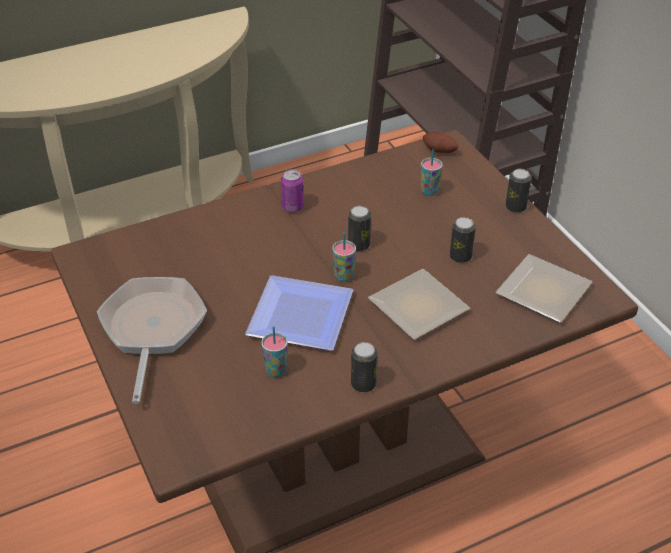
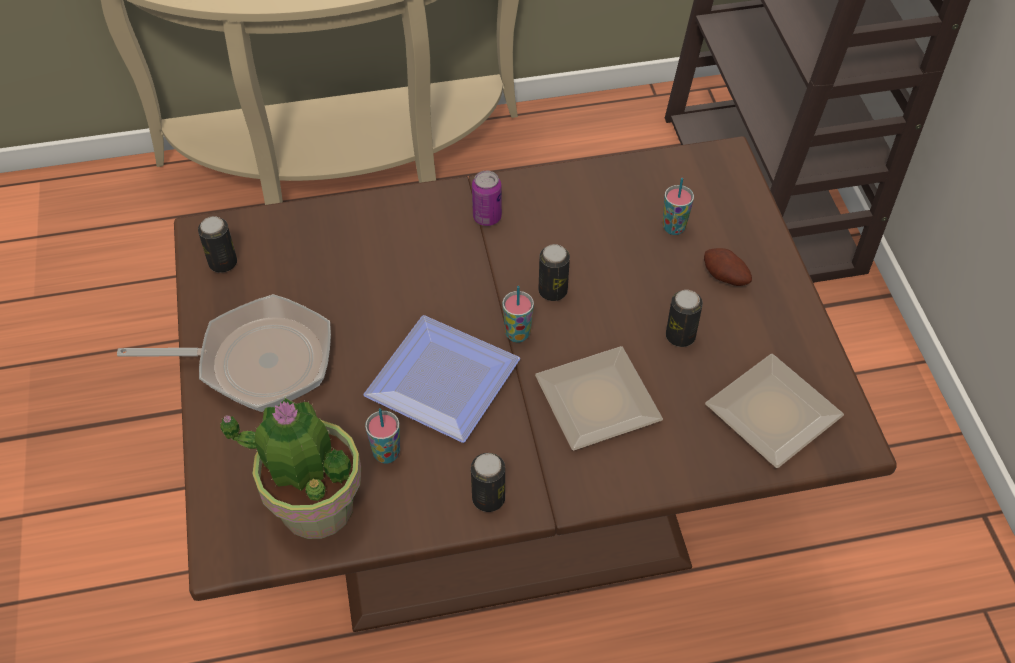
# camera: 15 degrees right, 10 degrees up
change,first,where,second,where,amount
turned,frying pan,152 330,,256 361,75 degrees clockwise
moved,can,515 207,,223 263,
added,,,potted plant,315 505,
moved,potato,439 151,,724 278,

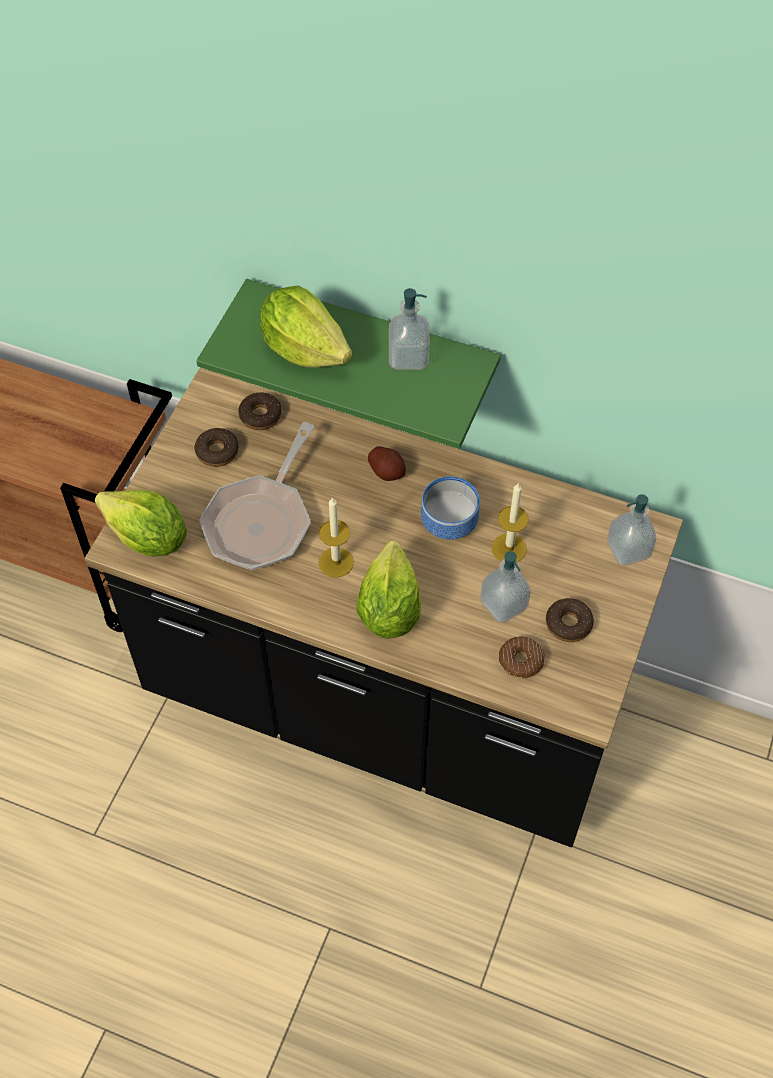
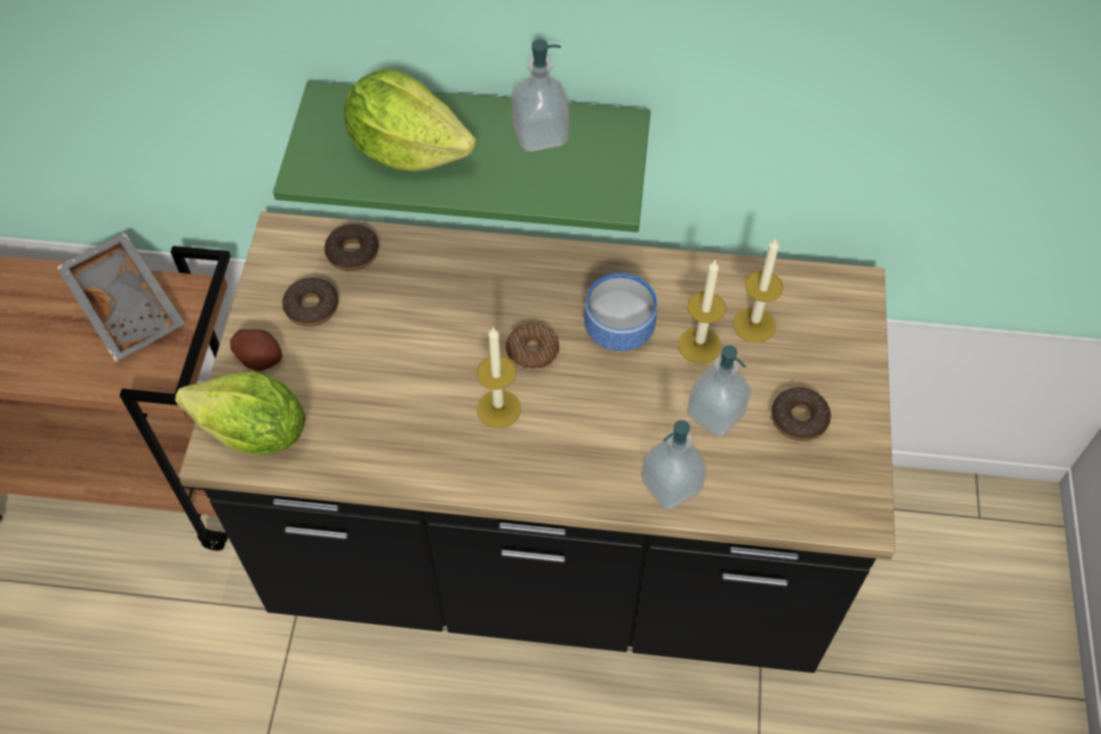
# camera: 15 degrees left, 0 degrees up
change,first,where,second,where,amount
added,,,tray/grey,128 305,
moved,potato,387 471,,260 358,
moved,donut,520 661,,532 352,
moved,soap dispenser,628 549,,671 485,
added,,,candle,754 325,
removed,frying pan,261 521,,,
removed,lettuce,388 609,,,

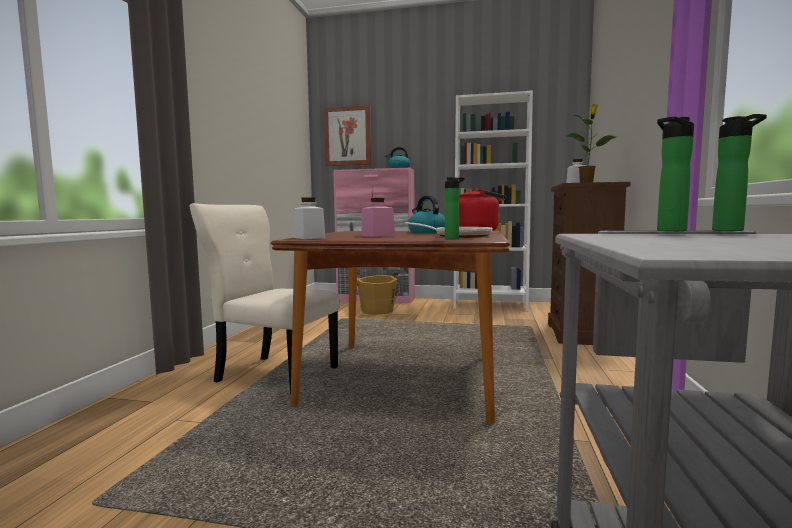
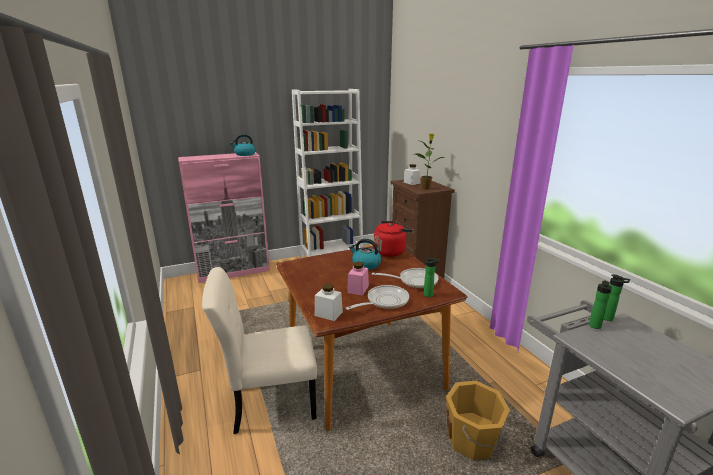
# camera: 35 degrees left, 15 degrees up
change,first,where,second,where,amount
added,,,frying pan,384 301,
moved,bucket/orange,377 311,,472 441,
removed,picture,348 136,,,

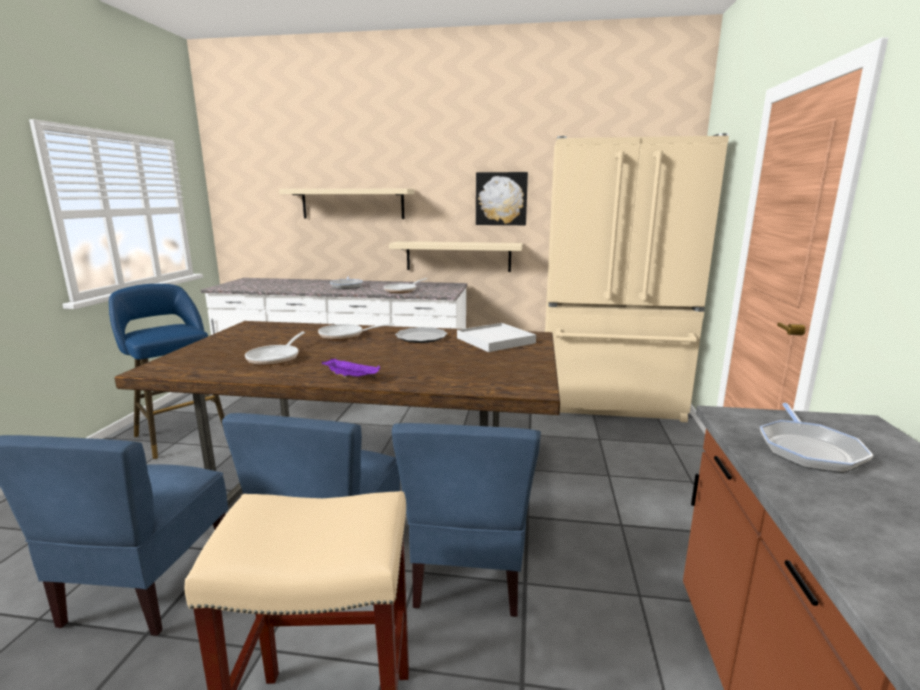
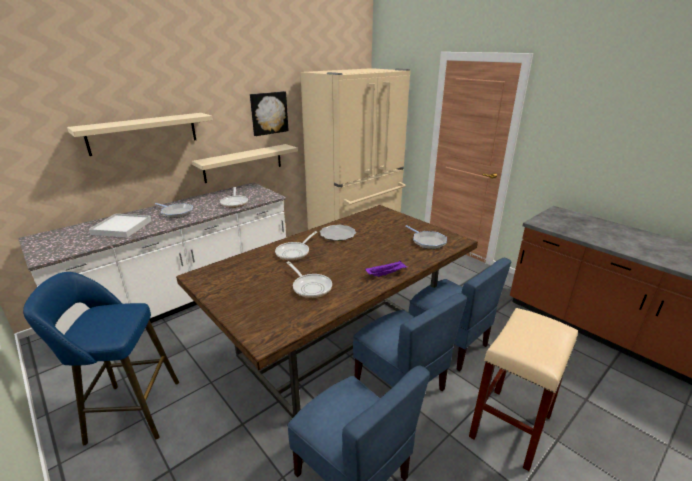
# camera: 50 degrees left, 10 degrees up
change,first,where,second,where,amount
moved,tray/white,495 340,,122 227,
moved,frying pan,808 449,,427 241,

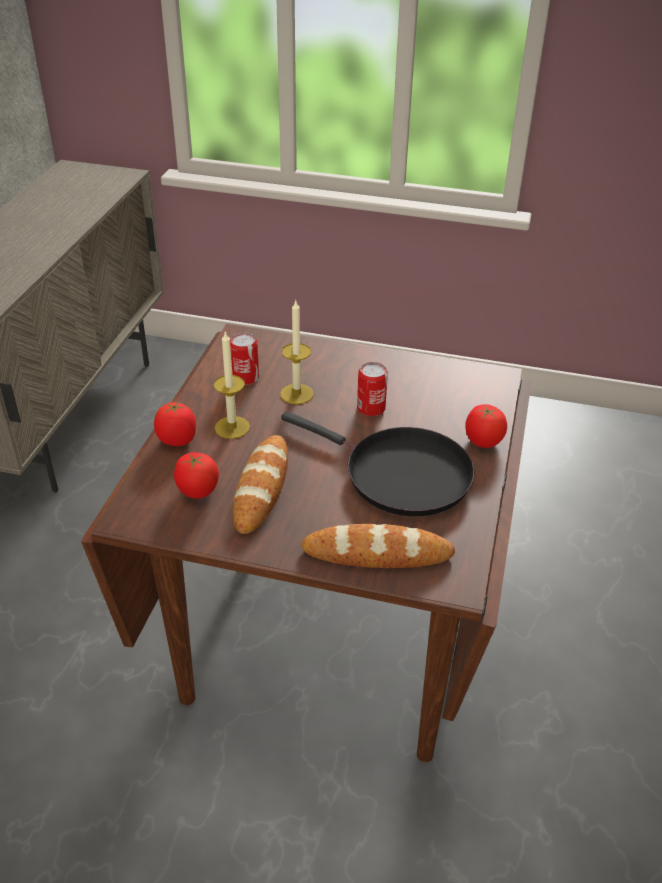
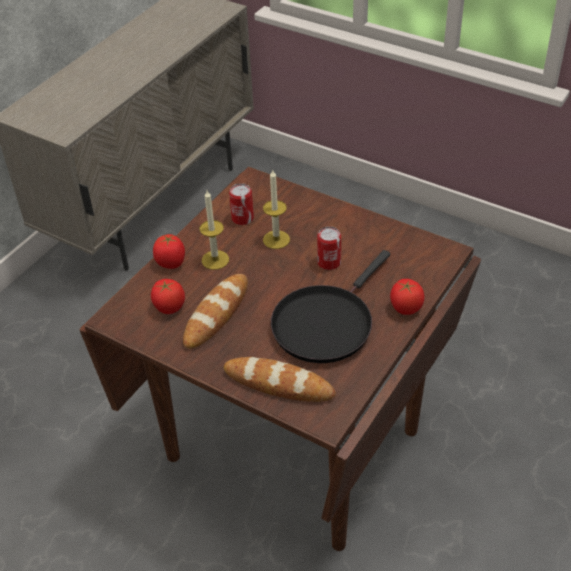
# camera: 20 degrees right, 5 degrees up
change,first,where,second,where,amount
turned,frying pan/black,400 474,,325 323,75 degrees clockwise

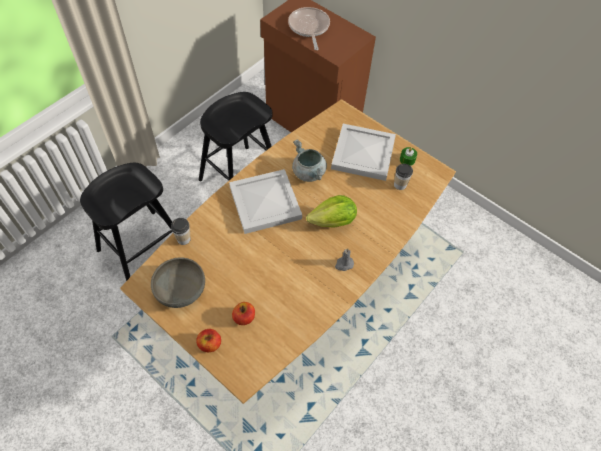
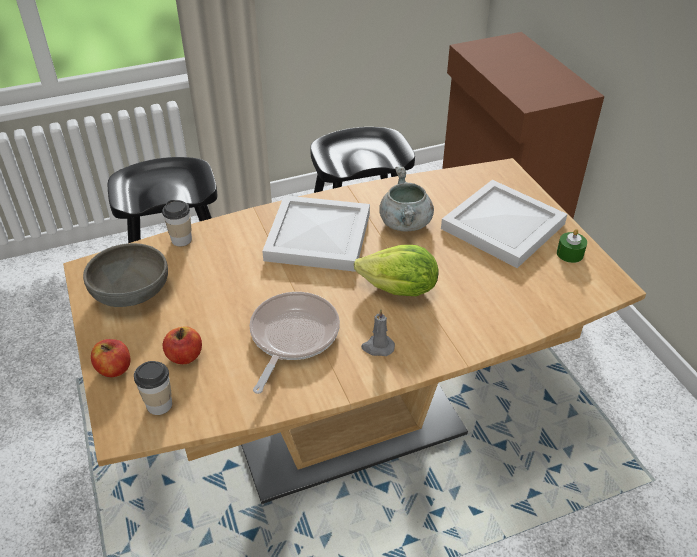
# camera: 30 degrees right, 15 degrees down
change,first,where,second,where,amount
moved,cup,400 185,,159 405,
moved,frying pan,309 28,,292 336,

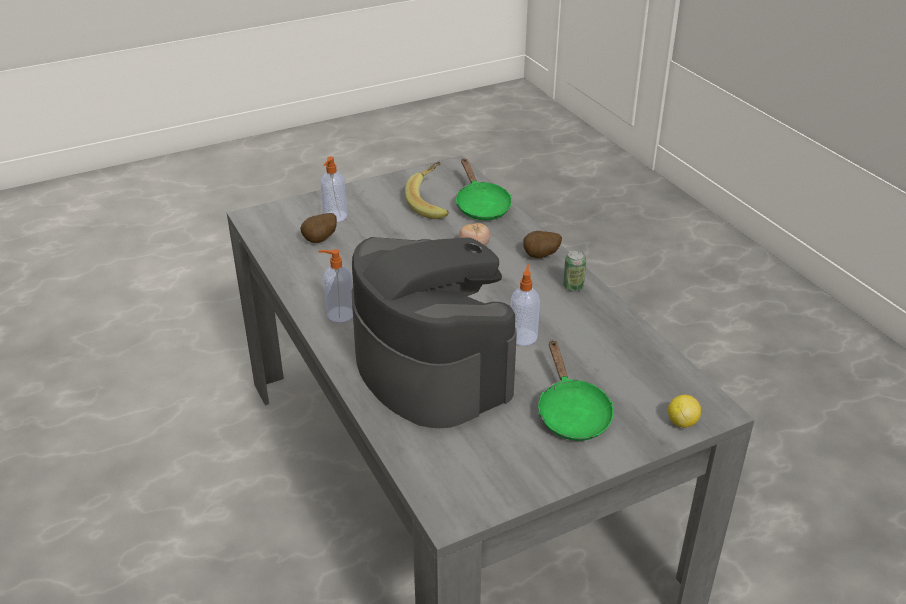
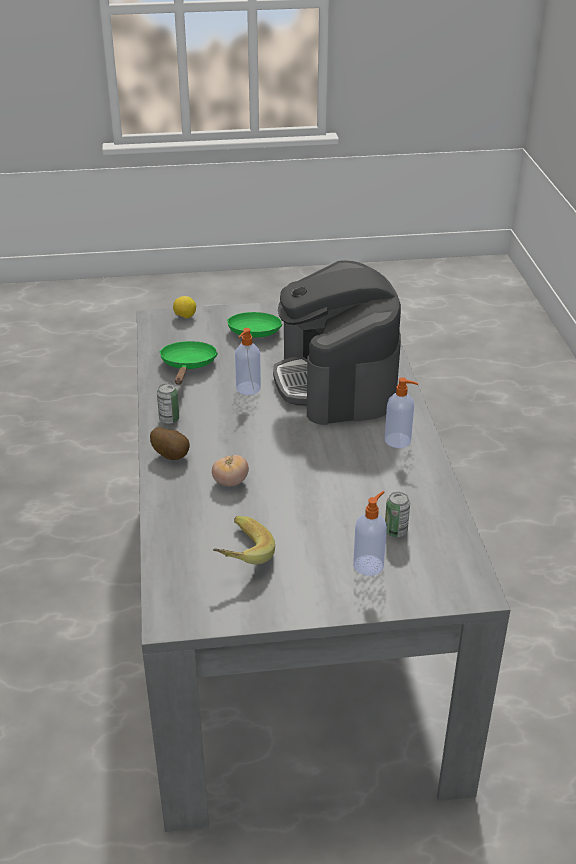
# camera: 160 degrees left, 0 degrees up
change,first,where,second,where,amount
moved,frying pan/green,481 205,,188 366,
replaced,potato,320 240,can,395 531,

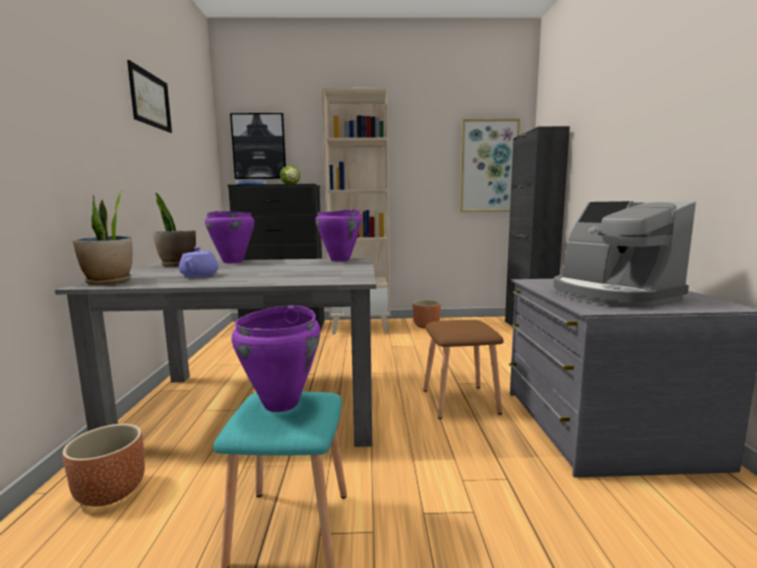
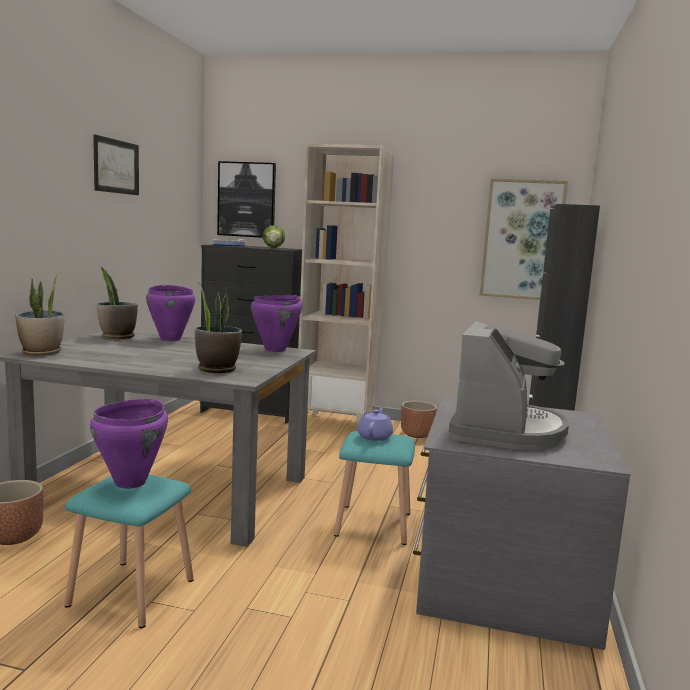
# camera: 15 degrees right, 0 degrees up
change,first,where,second,where,amount
added,,,potted plant,217 369,
recoloured,stool/brown,461 402,stool/turquoise,374 525,
moved,teapot/purple,200 275,,375 436,
turned,coffee machine,611 295,,505 430,150 degrees counterclockwise

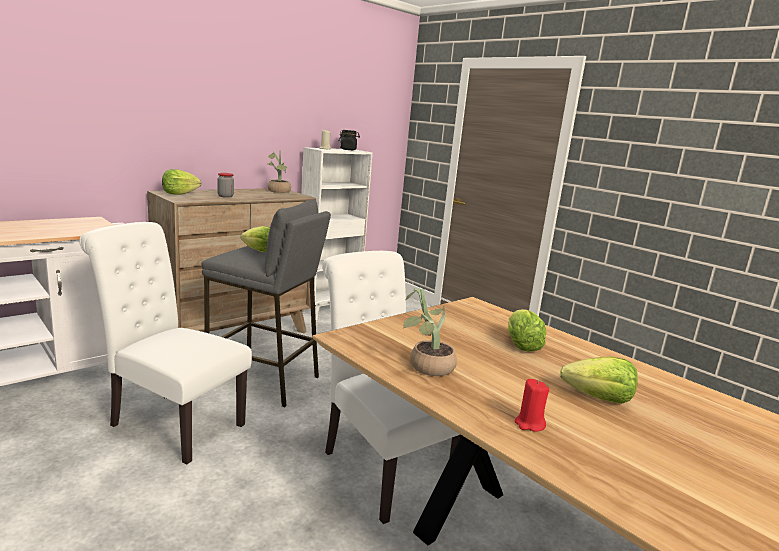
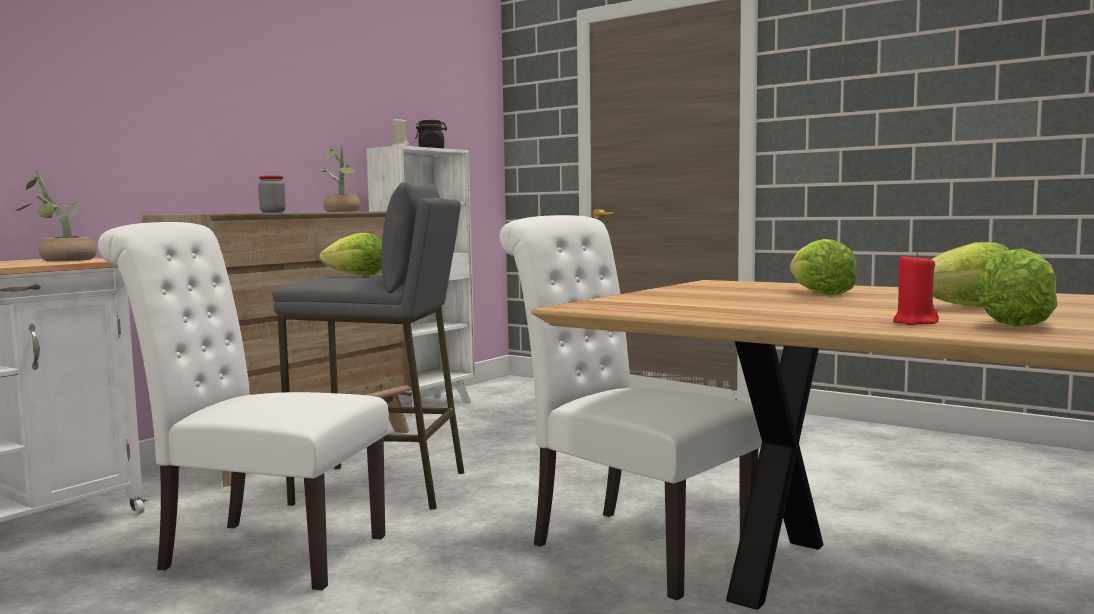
# camera: 10 degrees left, 10 degrees down
change,first,where,second,where,amount
moved,potted plant,426 367,,61 260,
moved,lettuce,179 193,,1016 323,

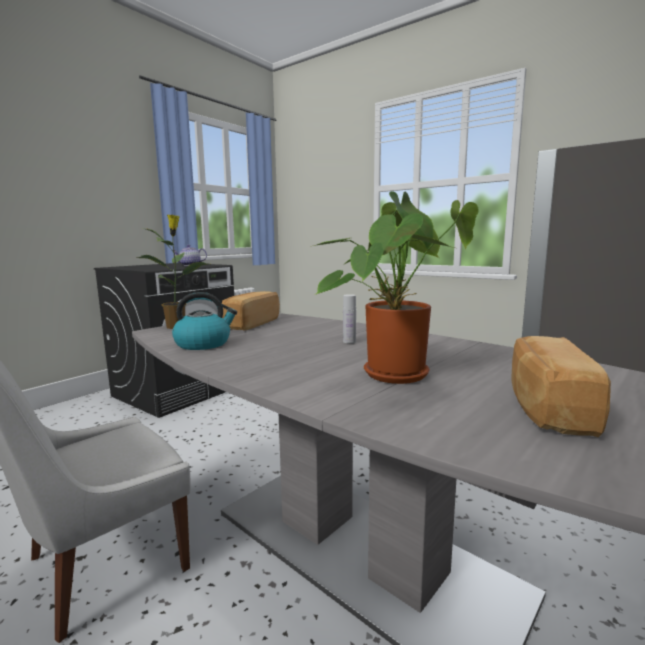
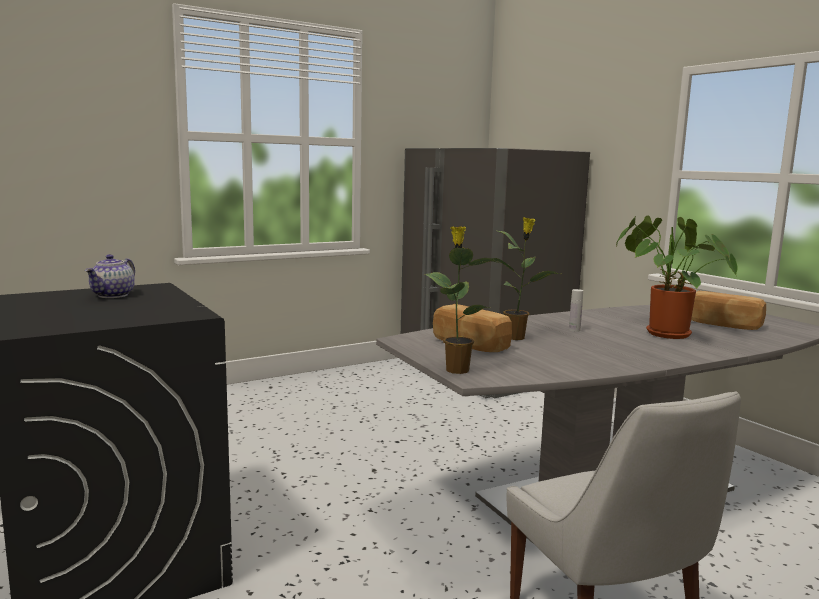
# camera: 70 degrees left, 0 degrees up
change,first,where,second,where,amount
added,,,potted plant,516 337,
removed,kettle,204 344,,,

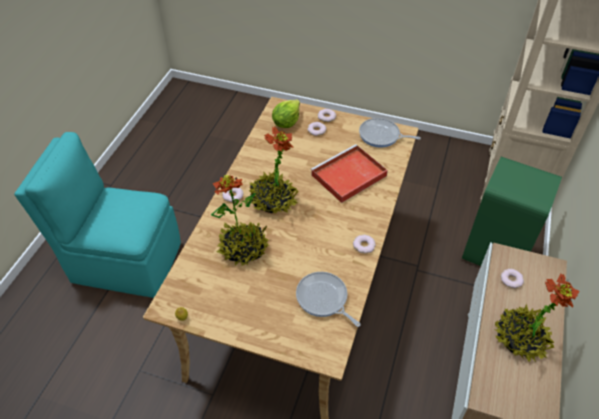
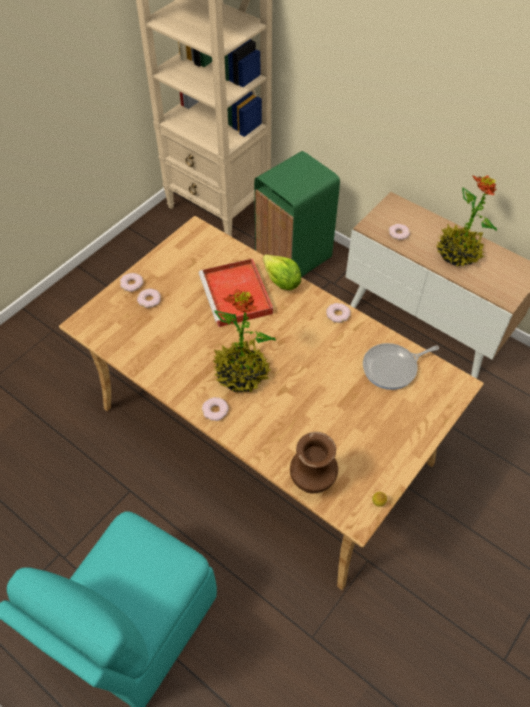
# camera: 70 degrees left, 5 degrees up
change,first,where,second,where,amount
moved,lettuce,286 122,,281 282,
added,,,vase/brown,312 482,
removed,potted plant,243 248,,,
removed,frying pan,381 136,,,

